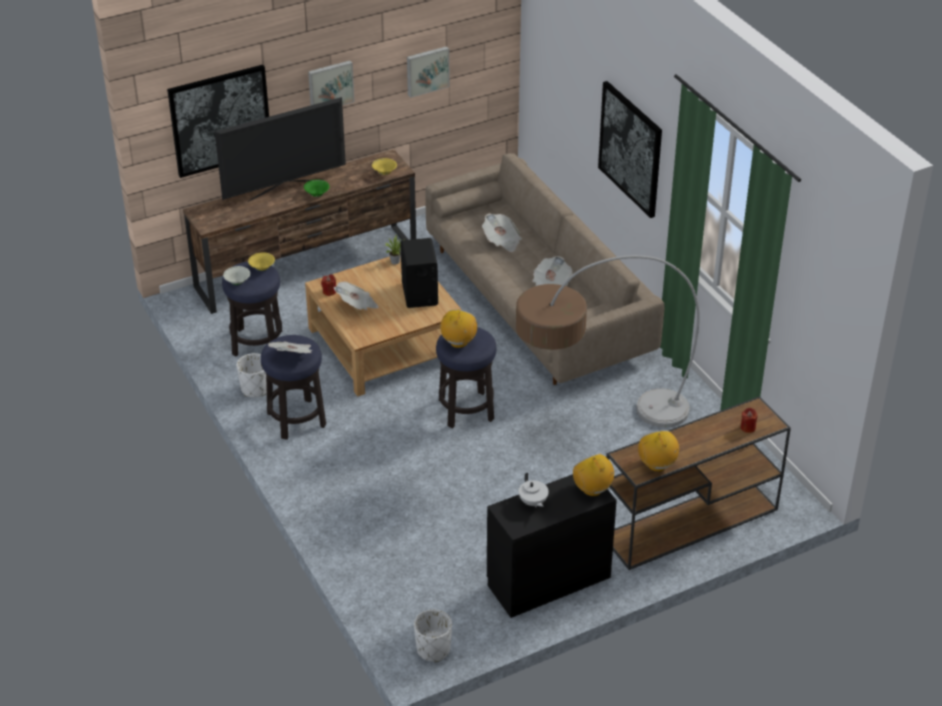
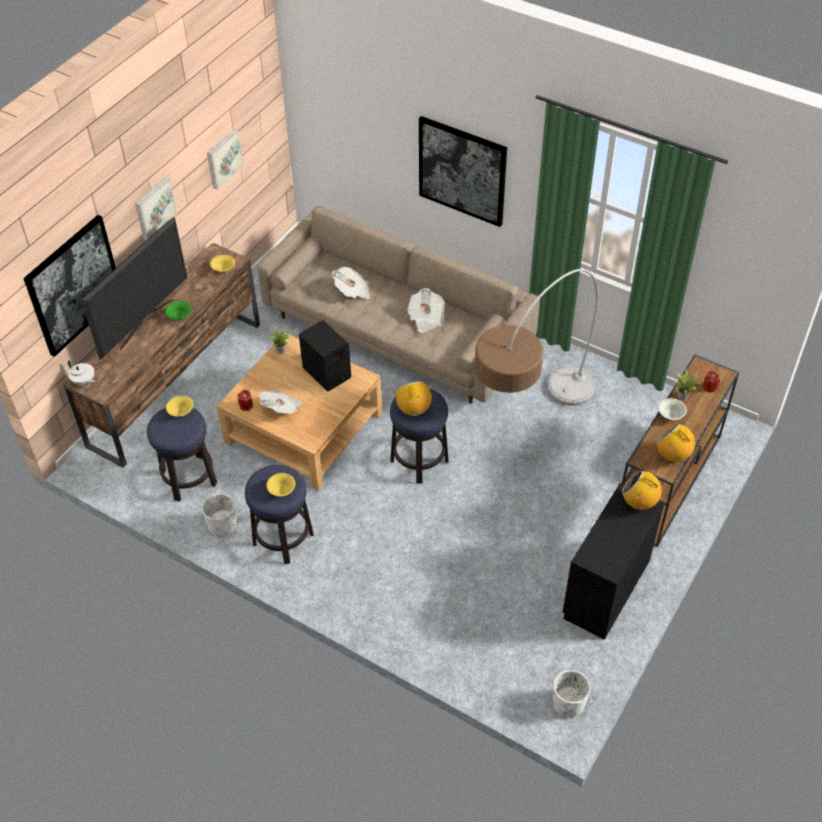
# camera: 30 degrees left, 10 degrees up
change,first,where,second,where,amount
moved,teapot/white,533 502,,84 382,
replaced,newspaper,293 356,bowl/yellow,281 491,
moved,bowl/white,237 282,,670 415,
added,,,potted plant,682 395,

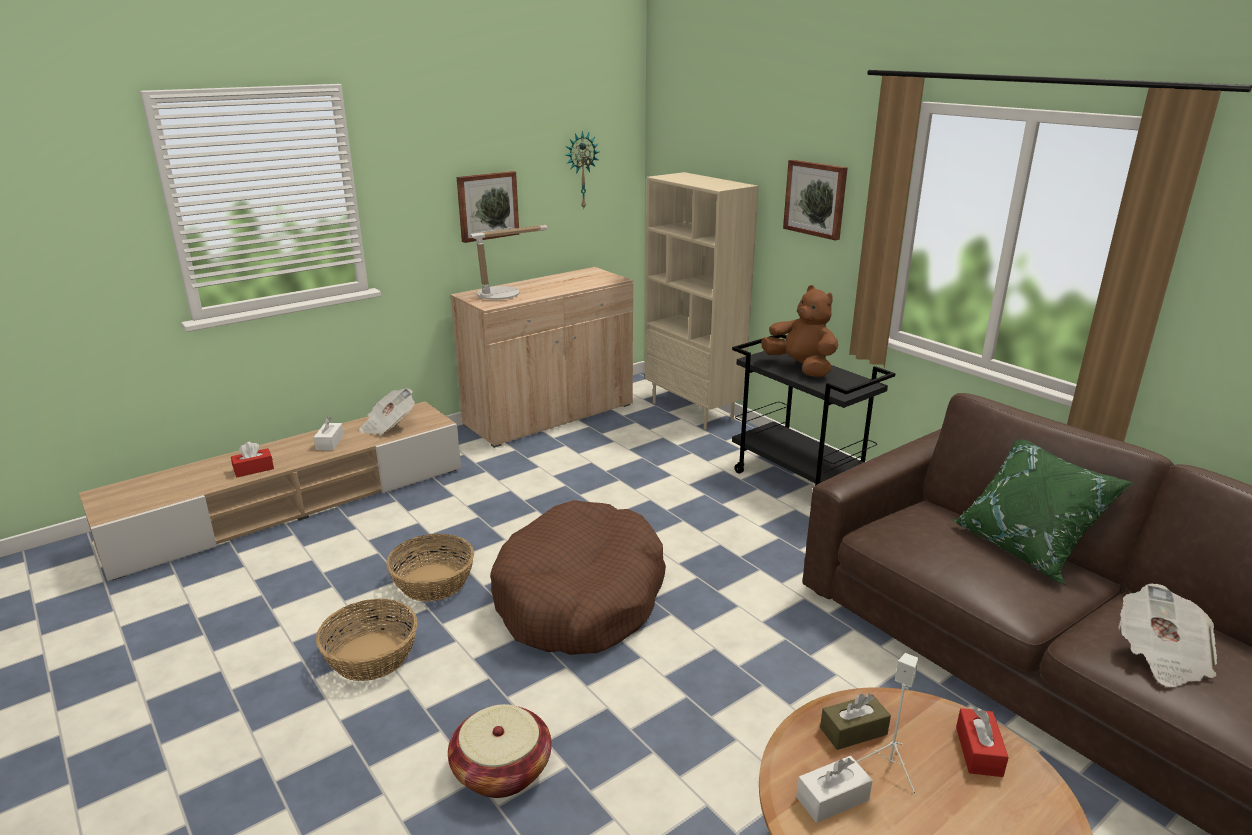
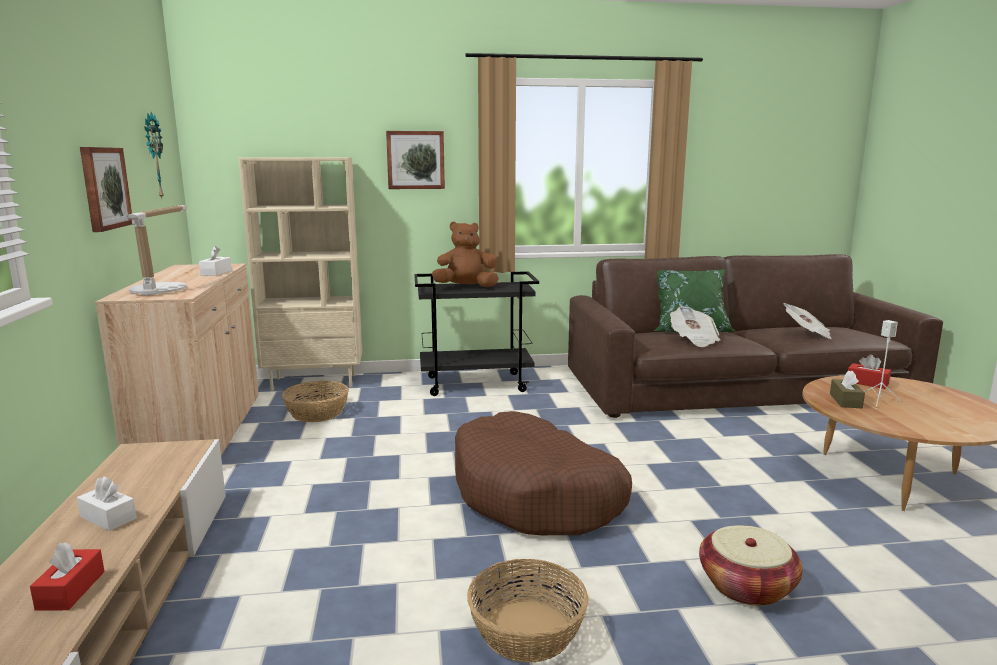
# camera: 60 degrees left, 10 degrees down
change,first,where,second,where,amount
moved,tissue box/white,832 798,,216 273,
moved,basket,433 582,,317 413,
moved,newspaper,388 426,,693 340,

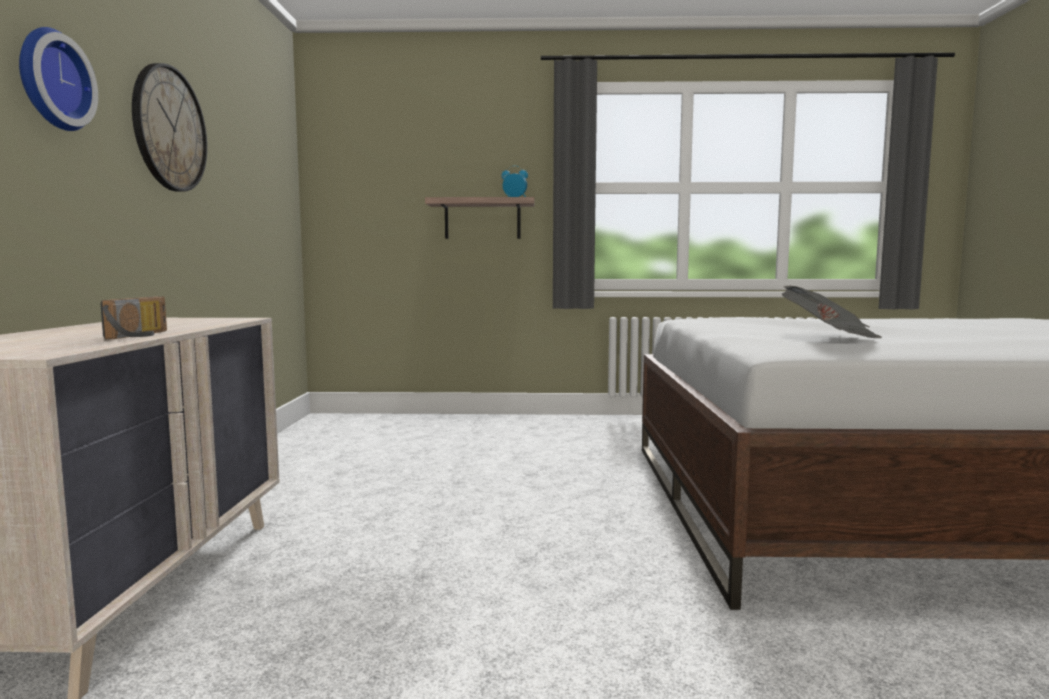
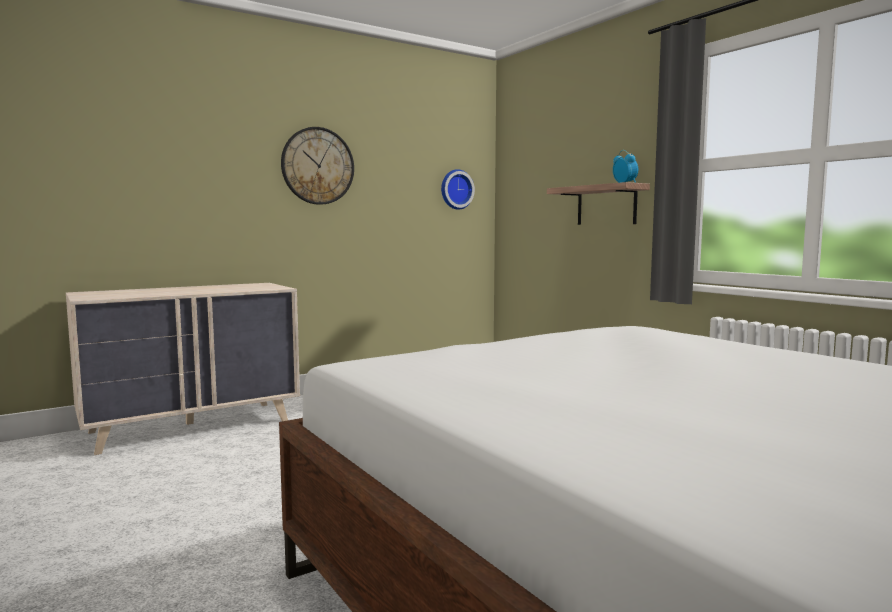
# camera: 55 degrees right, 0 degrees up
change,first,where,second,where,amount
moved,wall clock,51 80,,455 189,
removed,radio,143 335,,,
removed,newspaper,829 338,,,

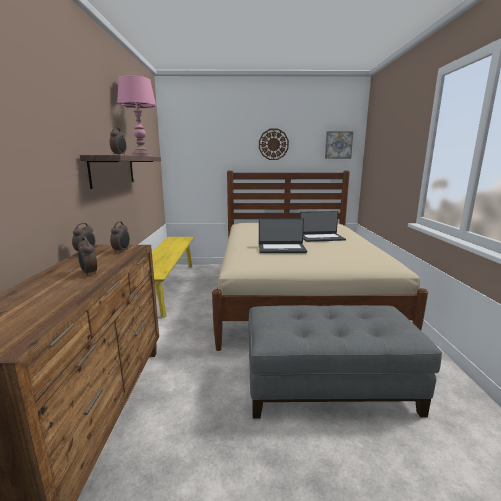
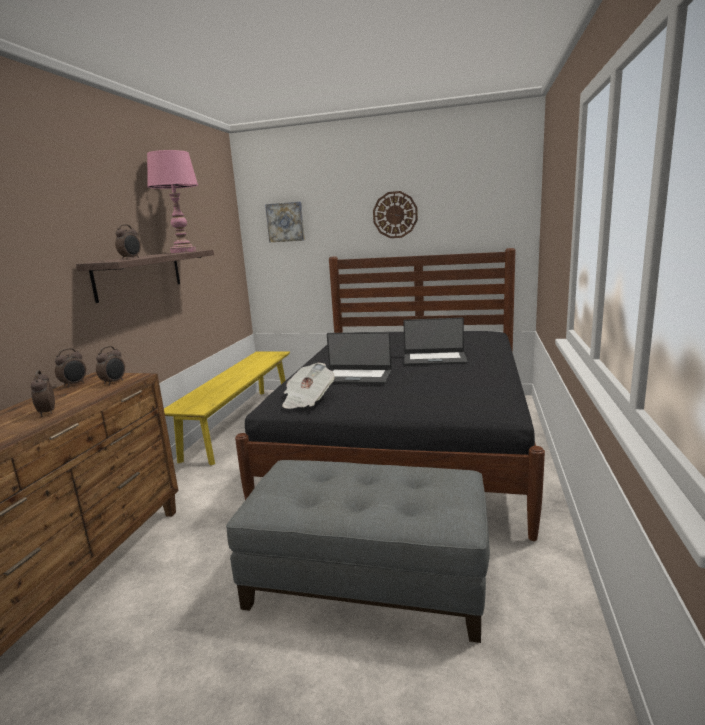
# camera: 15 degrees right, 0 degrees up
change,first,where,second,where,amount
recoloured,bed/beige,296 295,bed/black,407 443,
moved,picture,338 145,,285 222,
added,,,newspaper,307 400,

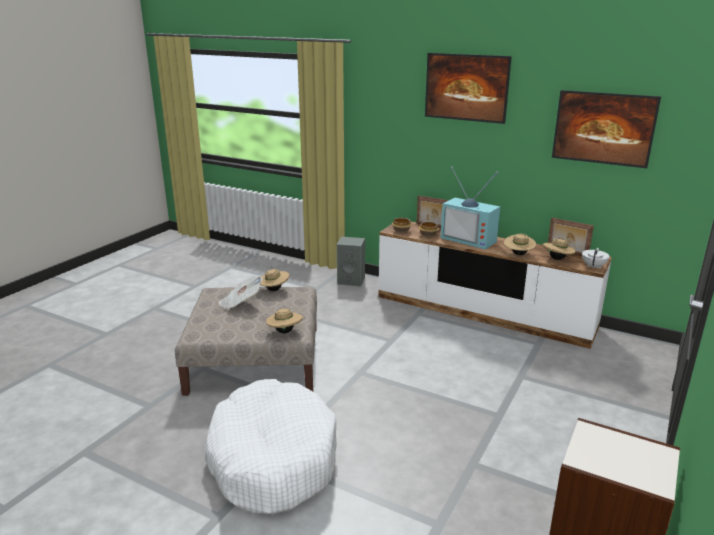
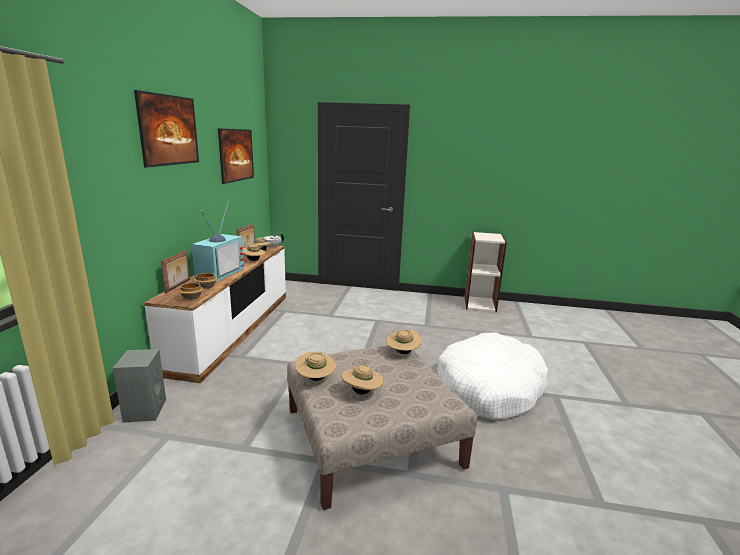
# camera: 110 degrees left, 5 degrees down
change,first,where,second,where,amount
replaced,newspaper,241 303,hat/beige,362 392,

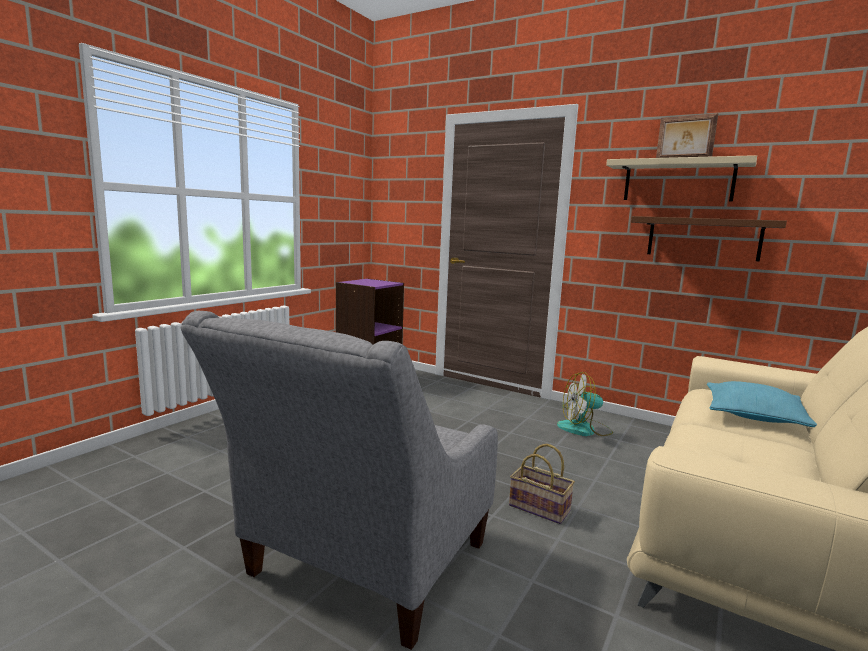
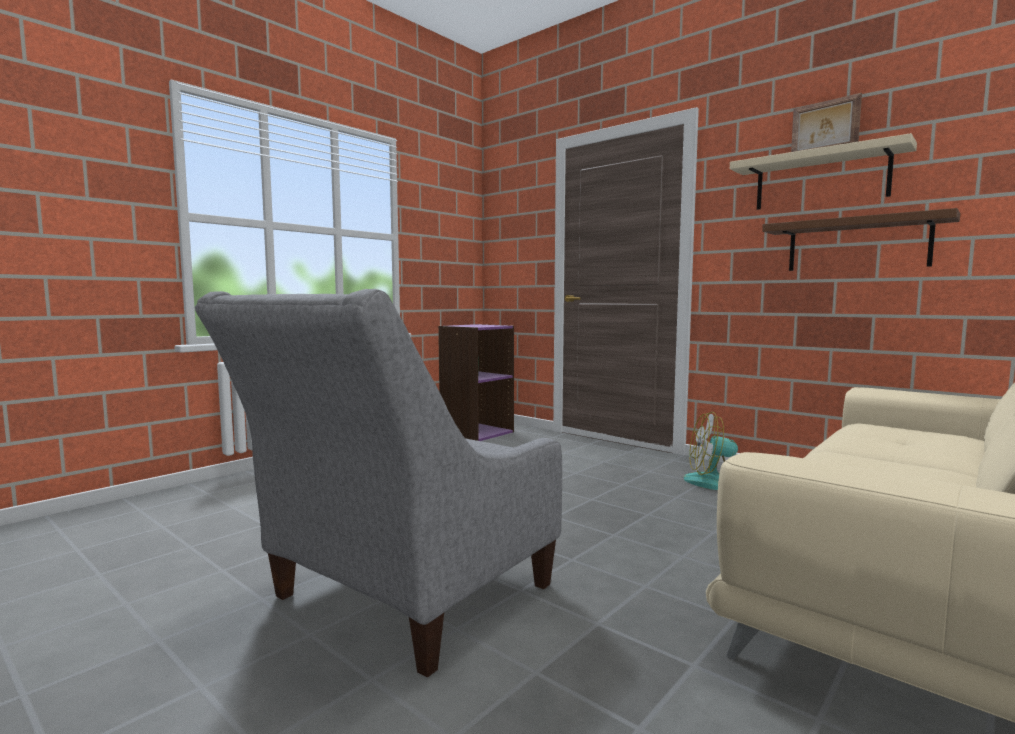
# camera: 10 degrees right, 5 degrees down
change,first,where,second,where,amount
removed,basket,541 508,,,
removed,pillow/turquoise,754 415,,,

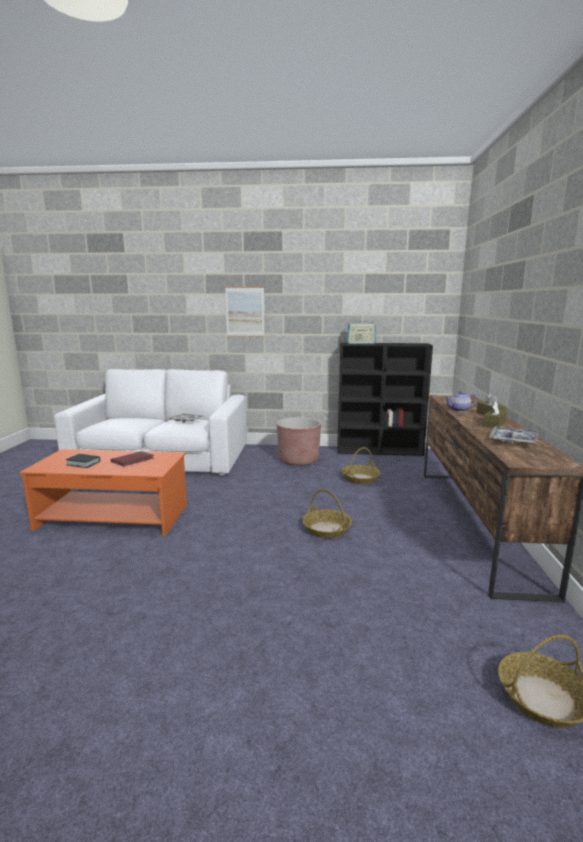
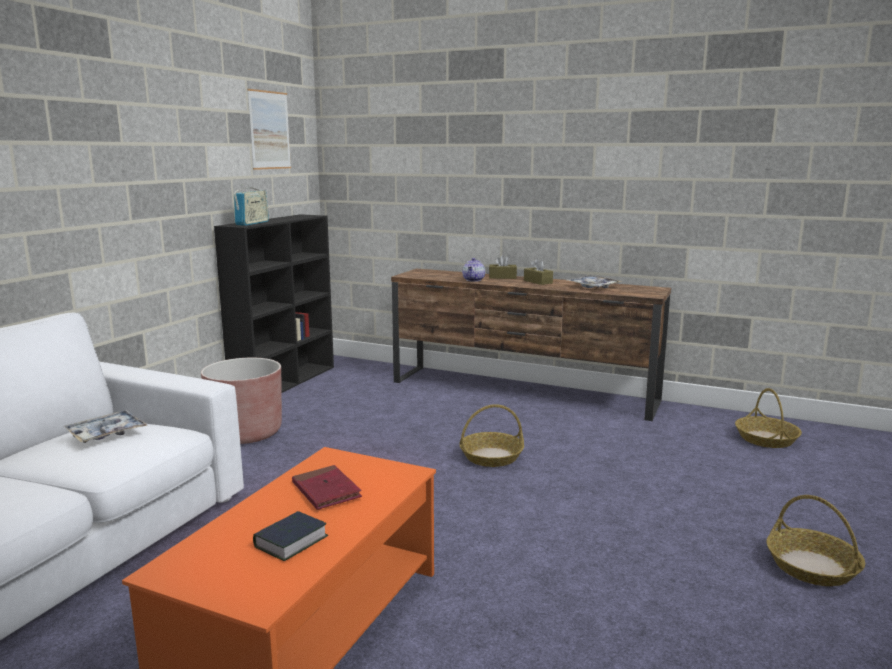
# camera: 70 degrees left, 0 degrees up
change,first,where,second,where,amount
moved,picture,245 312,,269 130,
moved,basket,360 478,,811 567,

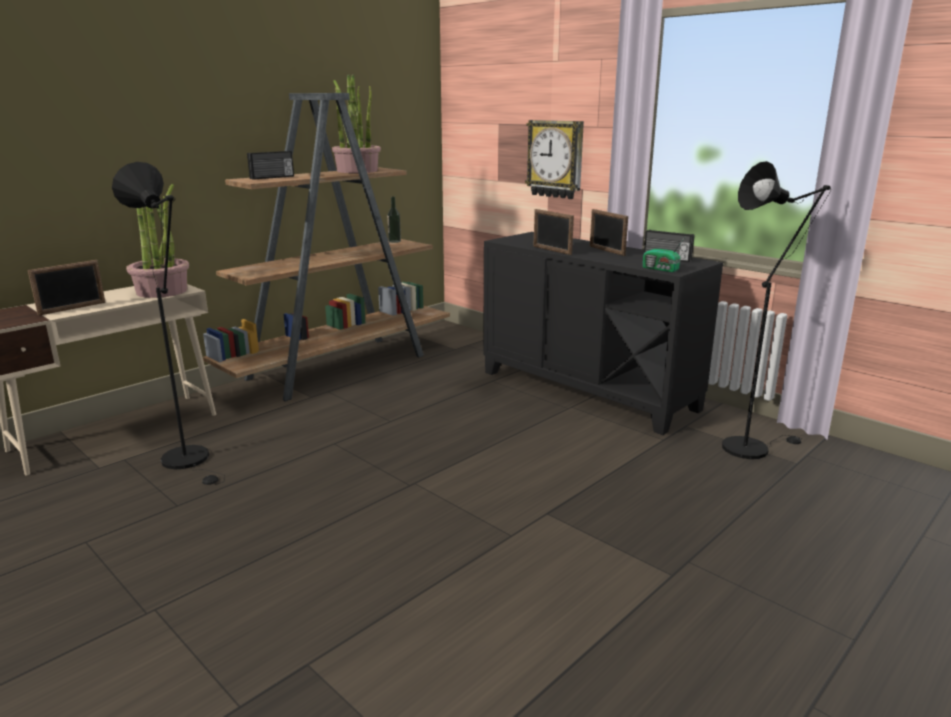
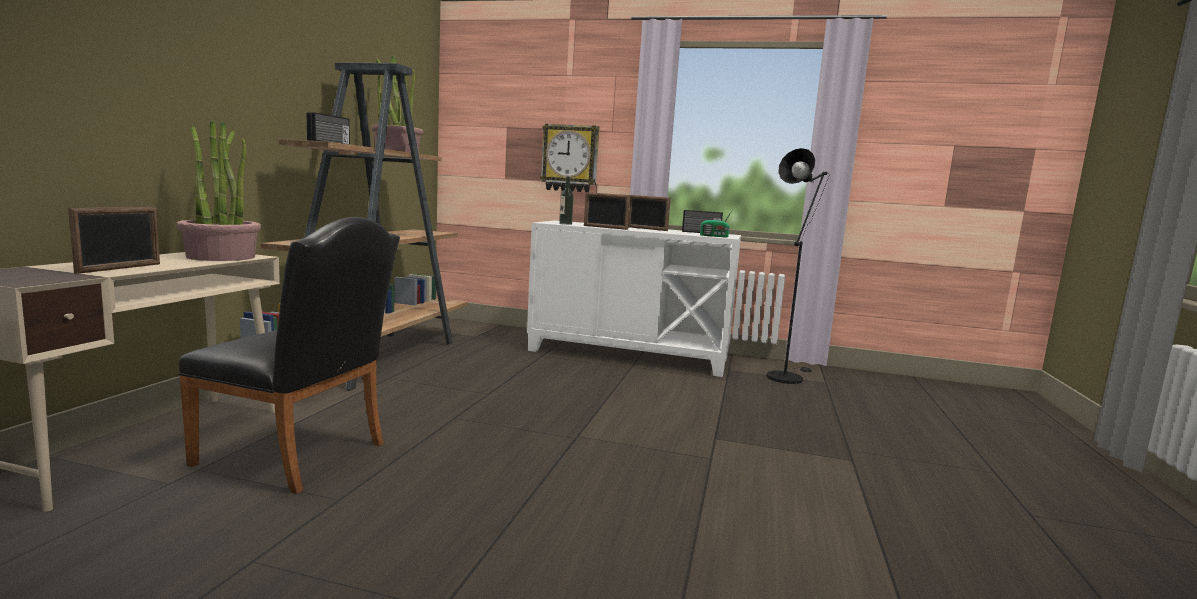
# camera: 30 degrees left, 10 degrees down
change,first,where,second,where,amount
replaced,floor lamp/black,191 461,chair/black,300 456,
recoloured,cabinet/black,587 390,cabinet/white,628 355,
moved,bottle,394 241,,565 224,

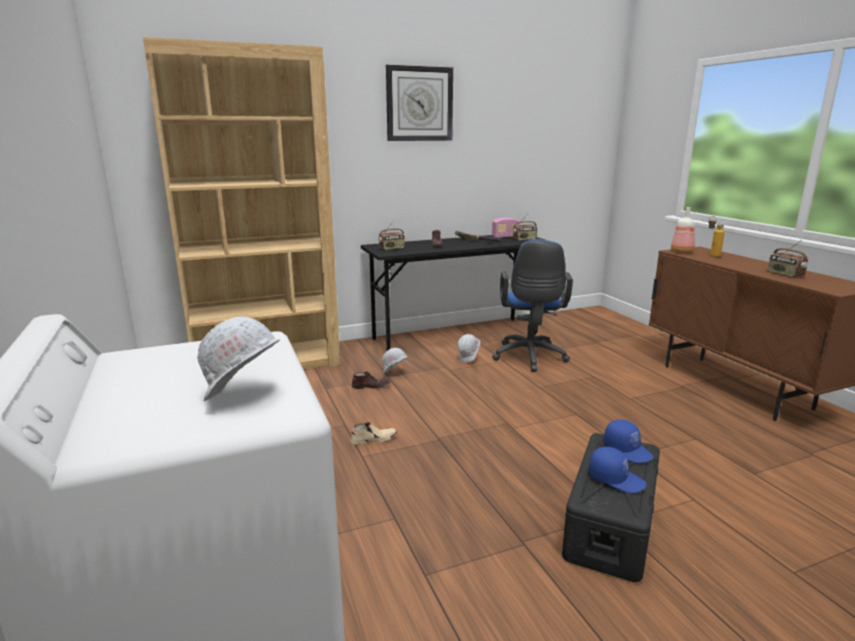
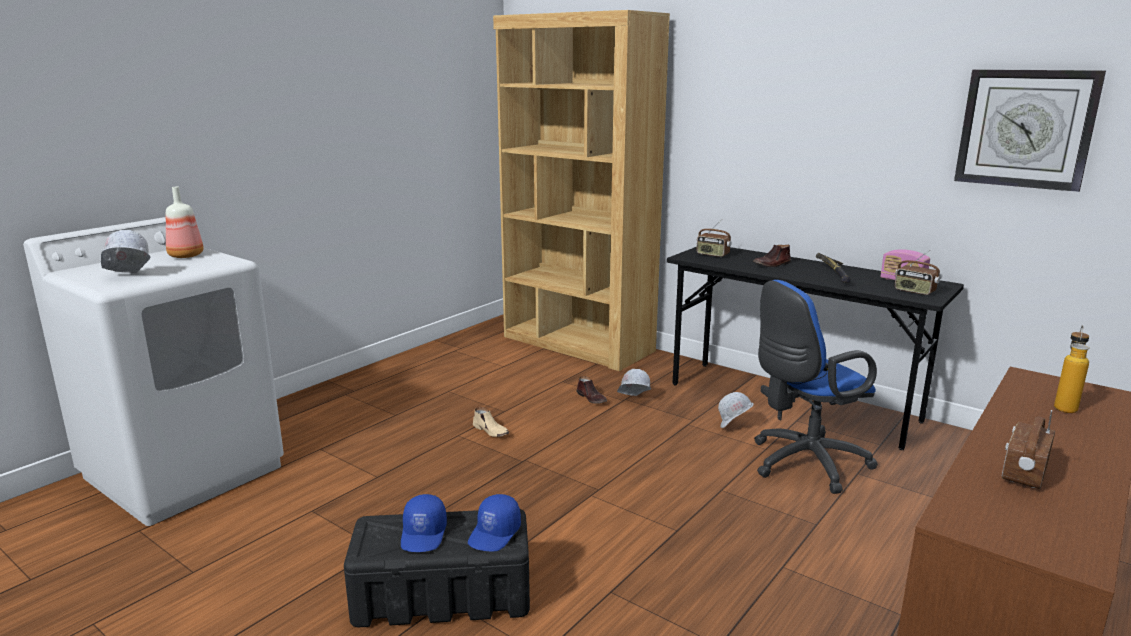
# camera: 60 degrees right, 0 degrees up
change,first,where,second,where,amount
moved,bottle,682 252,,186 256,
moved,wall clock,419 104,,1025 129,

